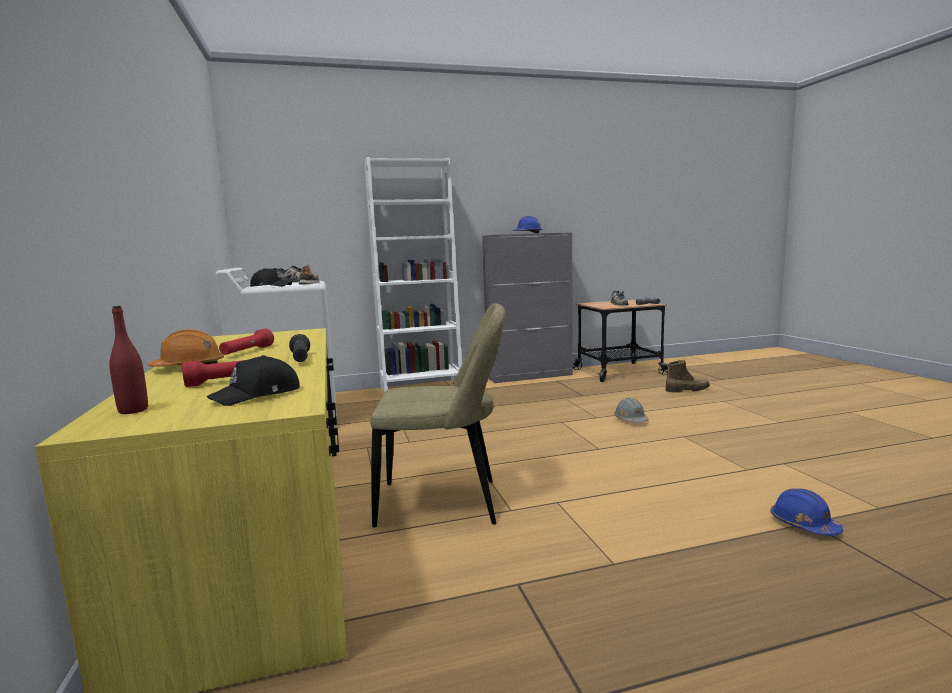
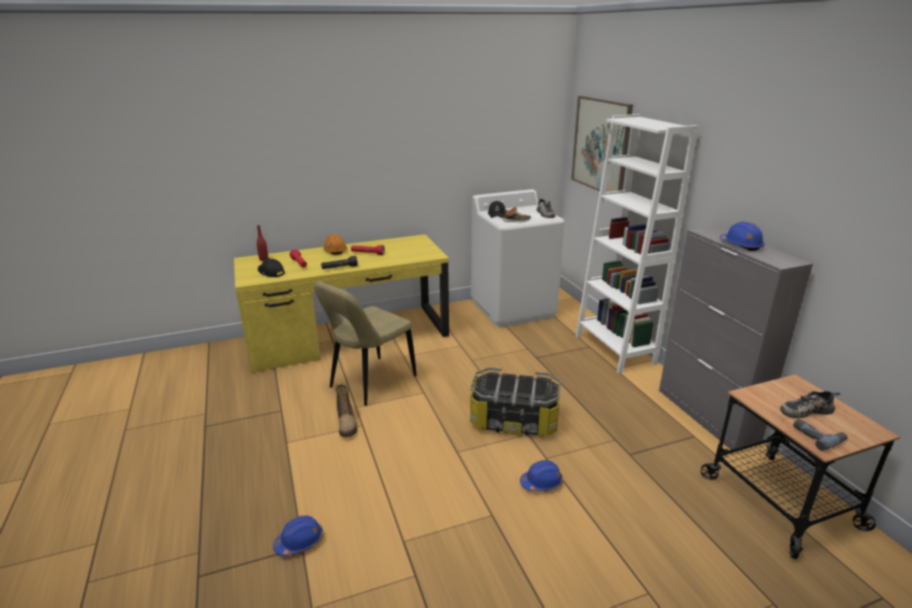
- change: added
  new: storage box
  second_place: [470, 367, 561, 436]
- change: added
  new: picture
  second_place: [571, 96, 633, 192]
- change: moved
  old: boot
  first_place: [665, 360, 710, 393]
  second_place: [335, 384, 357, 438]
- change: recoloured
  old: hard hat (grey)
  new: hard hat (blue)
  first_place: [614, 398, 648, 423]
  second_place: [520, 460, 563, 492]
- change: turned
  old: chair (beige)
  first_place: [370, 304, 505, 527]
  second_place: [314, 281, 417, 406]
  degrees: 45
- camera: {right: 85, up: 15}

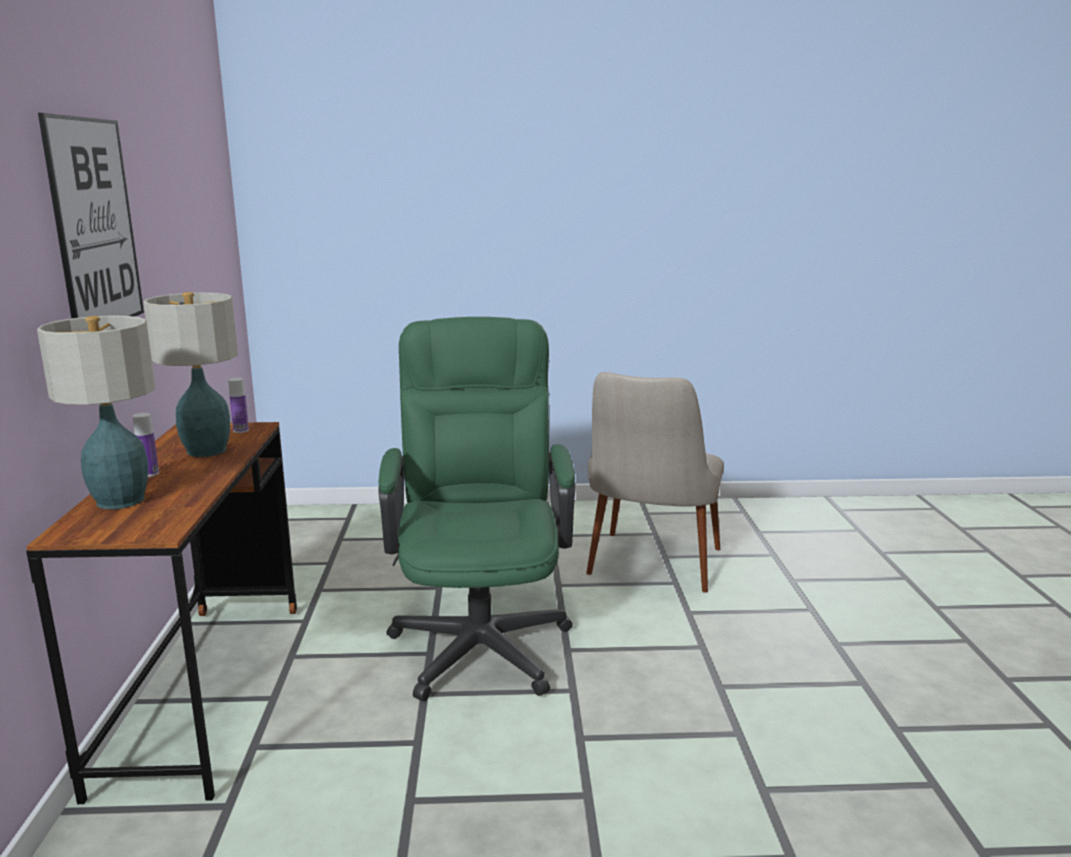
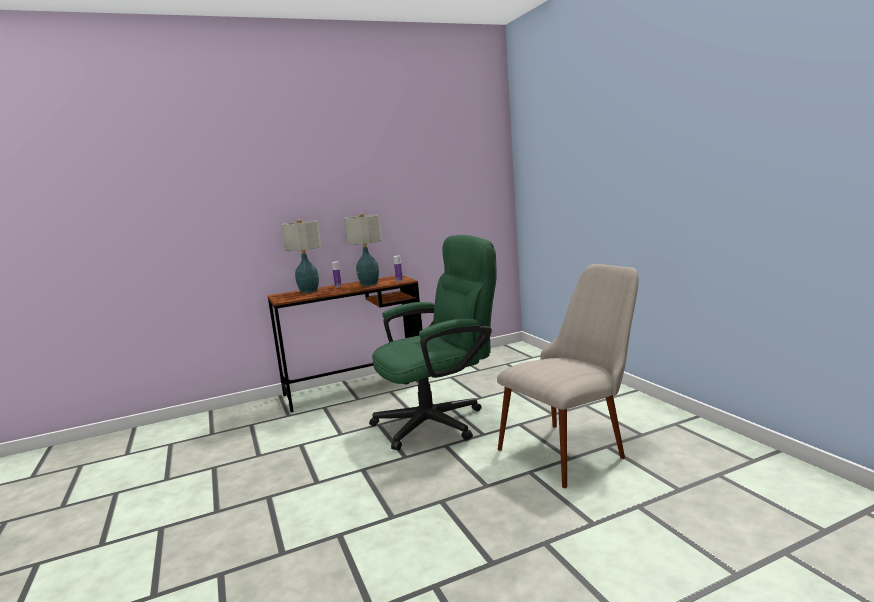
- change: removed
  old: picture
  first_place: [38, 113, 144, 319]
- change: turned
  old: chair (beige)
  first_place: [586, 372, 724, 593]
  second_place: [497, 264, 639, 488]
  degrees: 150
- camera: {right: 70, up: -5}

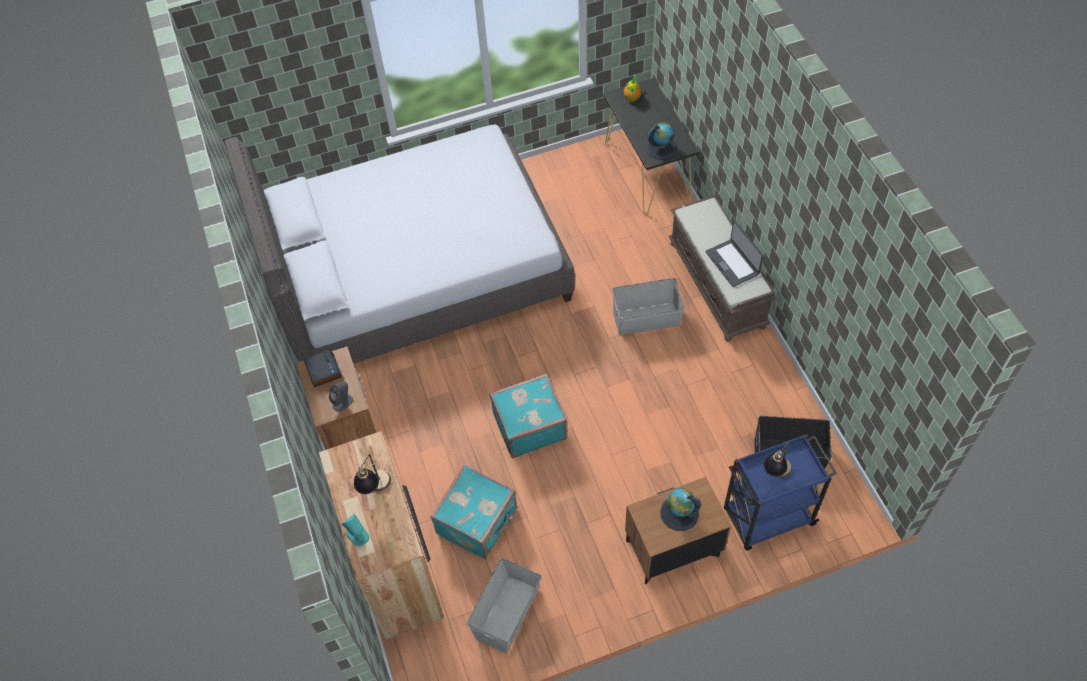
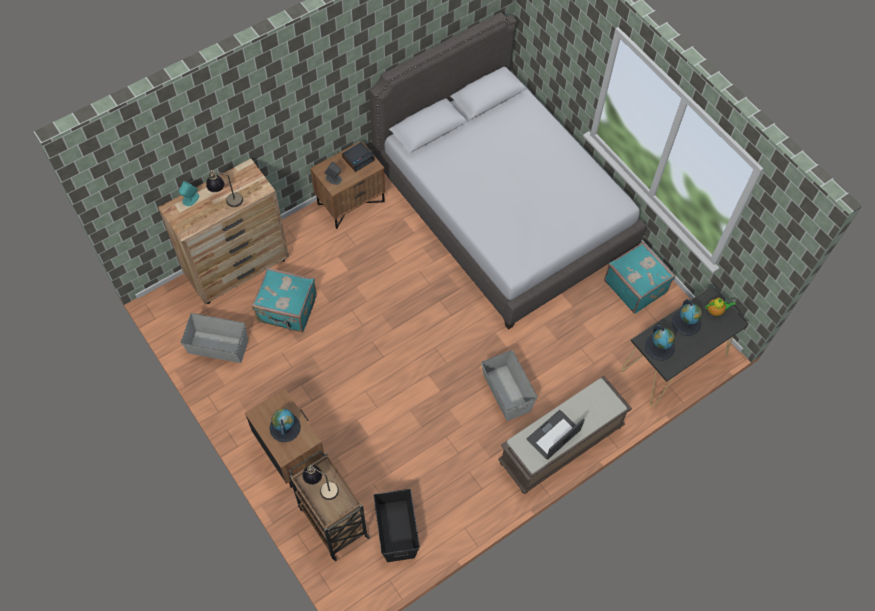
- change: added
  new: globe
  second_place: [672, 299, 702, 336]
- change: moved
  old: suitcase (turquoise)
  first_place: [490, 373, 567, 458]
  second_place: [604, 242, 675, 314]
- change: recoloured
  old: cart (blue)
  new: cart (brown)
  first_place: [724, 434, 836, 550]
  second_place: [289, 450, 370, 561]
- camera: {right: 70, up: 5}

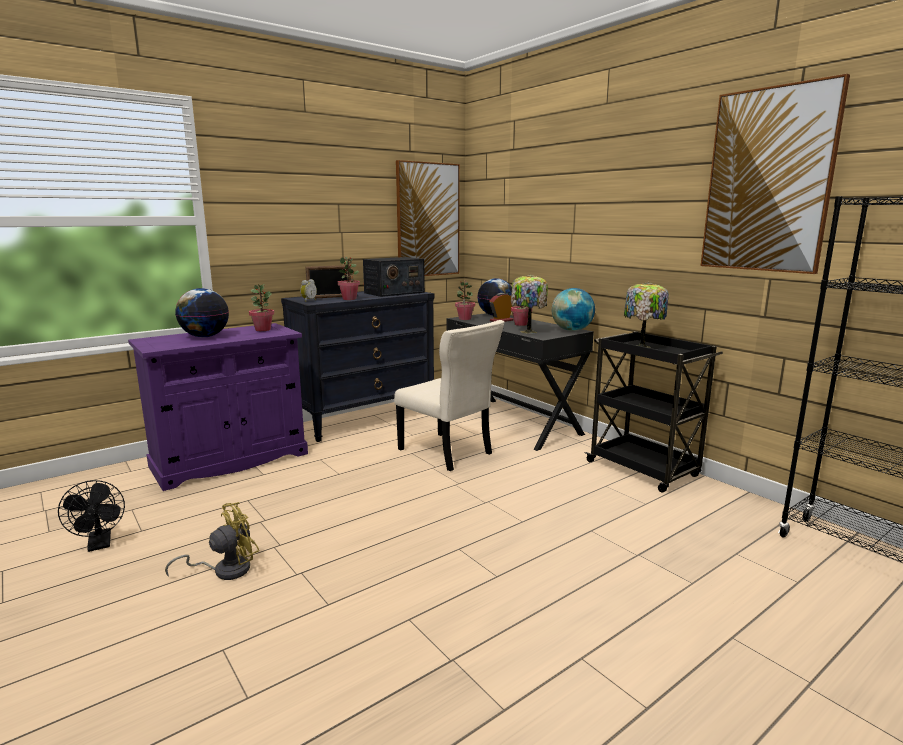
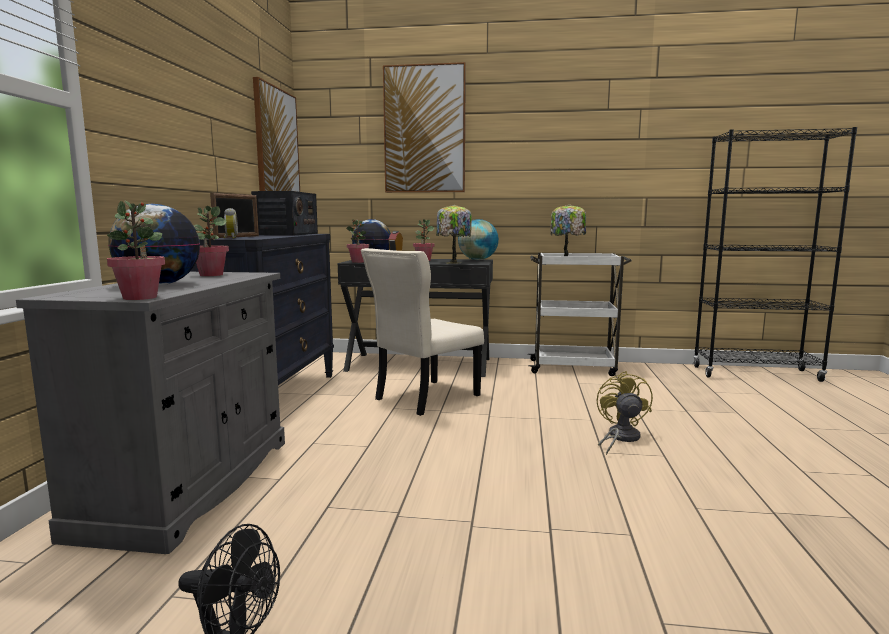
- change: moved
  old: fan (yellow)
  first_place: [165, 502, 259, 580]
  second_place: [597, 371, 653, 455]
- change: moved
  old: potted plant
  first_place: [338, 257, 360, 300]
  second_place: [107, 200, 165, 300]
- change: moved
  old: picture
  first_place: [701, 74, 850, 274]
  second_place: [383, 62, 466, 193]
- change: recoloured
  old: cabinet (purple)
  new: cabinet (grey)
  first_place: [128, 323, 308, 491]
  second_place: [16, 272, 285, 554]
- change: recoloured
  old: cart (black)
  new: cart (white)
  first_place: [585, 331, 723, 493]
  second_place: [528, 253, 632, 376]
- change: turned
  old: chair (beige)
  first_place: [394, 320, 504, 471]
  second_place: [361, 248, 484, 416]
  degrees: 135
- camera: {right: -45, up: -5}

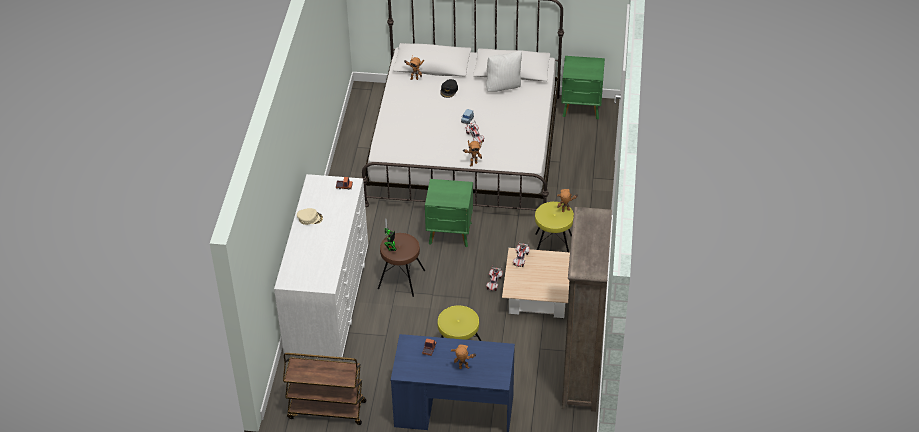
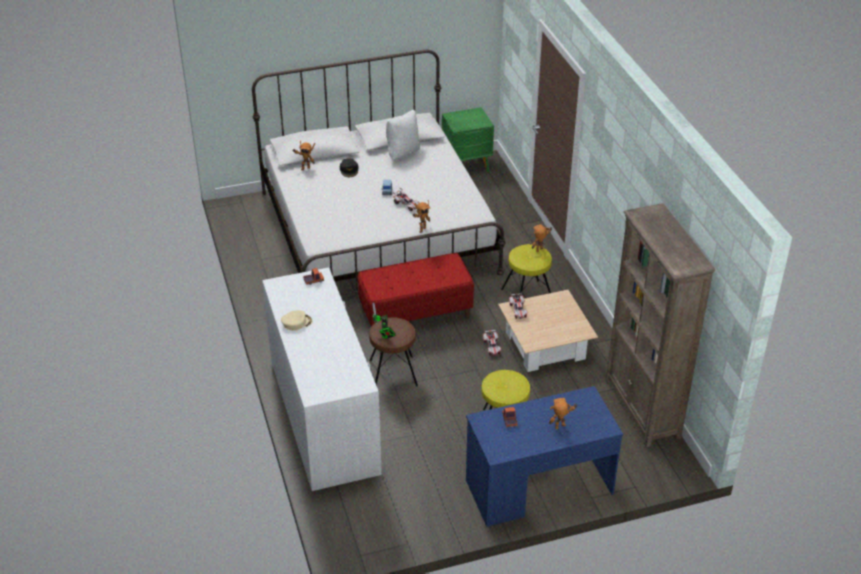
- change: removed
  old: cart (brown)
  first_place: [283, 353, 366, 425]
- change: replaced
  old: nightstand (green)
  new: bench (red)
  first_place: [425, 179, 473, 247]
  second_place: [358, 253, 474, 327]
- camera: {right: -25, up: -5}

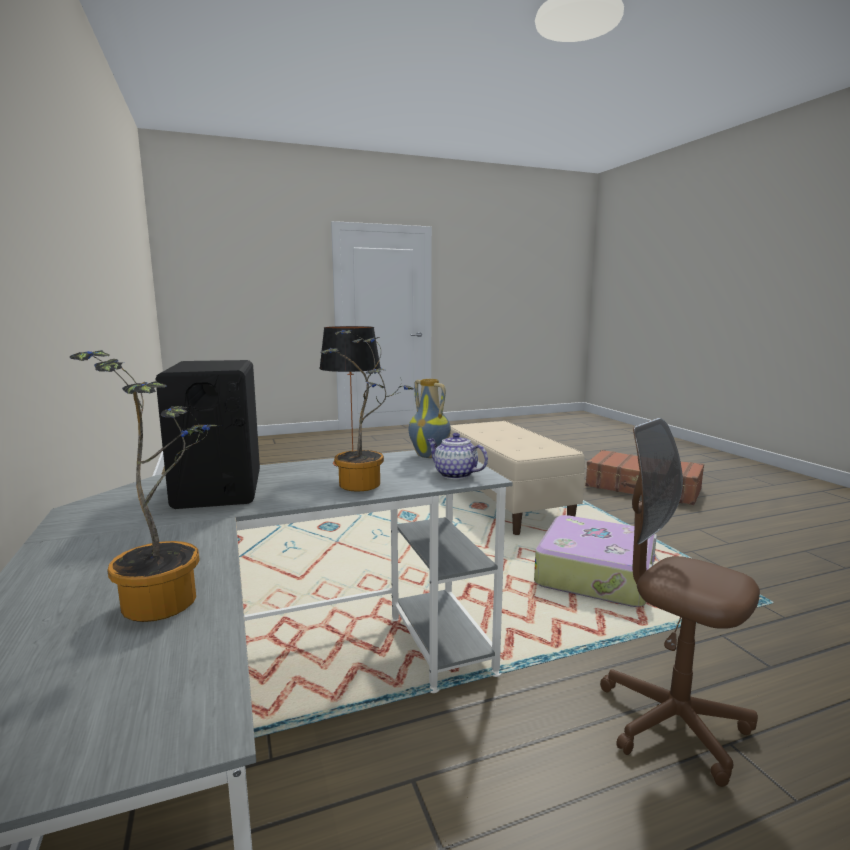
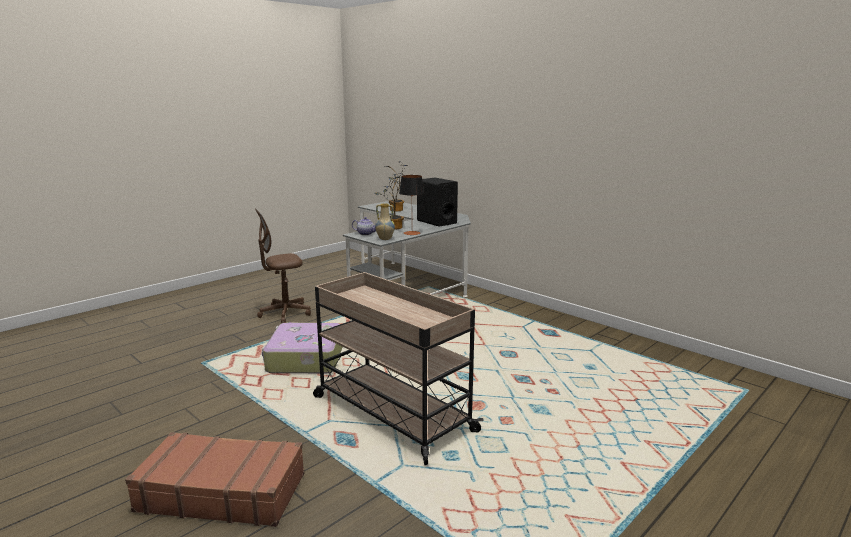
- change: replaced
  old: bench (beige)
  new: cart (beige)
  first_place: [449, 421, 585, 535]
  second_place: [313, 272, 483, 465]
- change: turned
  old: office chair (brown)
  first_place: [600, 418, 760, 787]
  second_place: [255, 208, 311, 323]
  degrees: 135
- camera: {right: 155, up: 5}

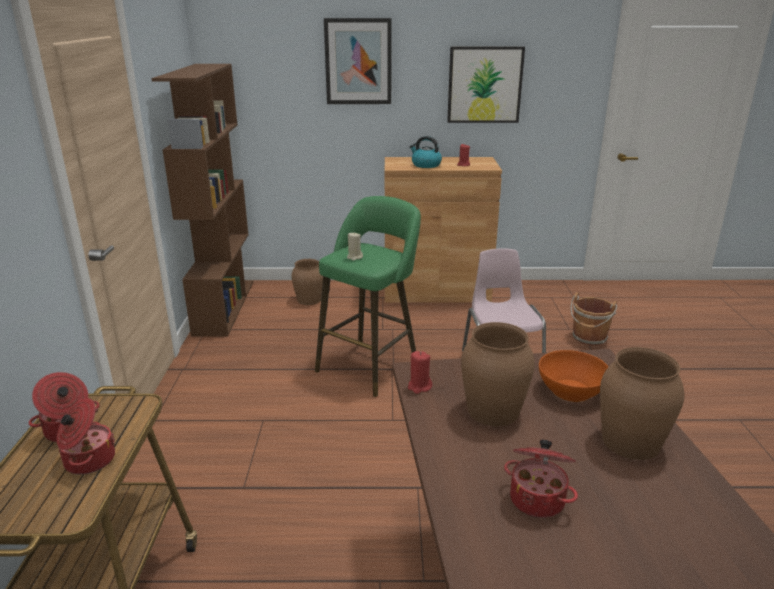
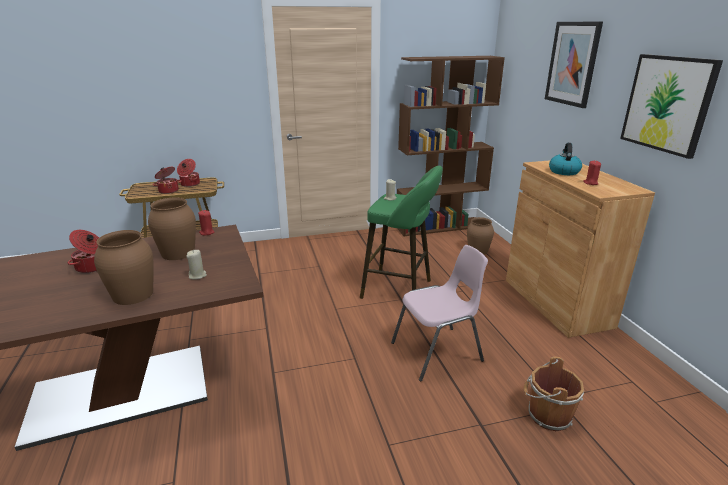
- change: replaced
  old: bowl (orange)
  new: candle (beige)
  first_place: [539, 350, 609, 402]
  second_place: [186, 250, 207, 280]
- camera: {right: 75, up: 0}

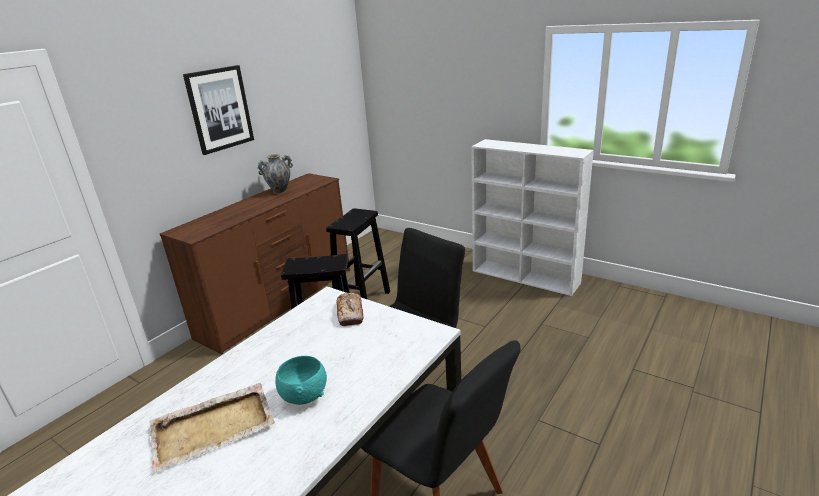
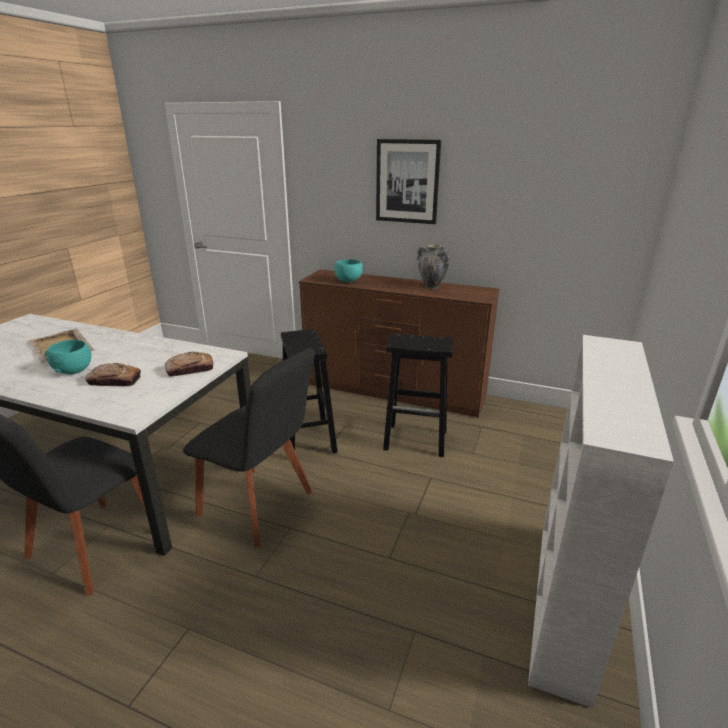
- change: added
  new: bread
  second_place: [85, 363, 141, 387]
- change: added
  new: bowl (turquoise)
  second_place: [334, 259, 363, 282]
- camera: {right: 75, up: 0}

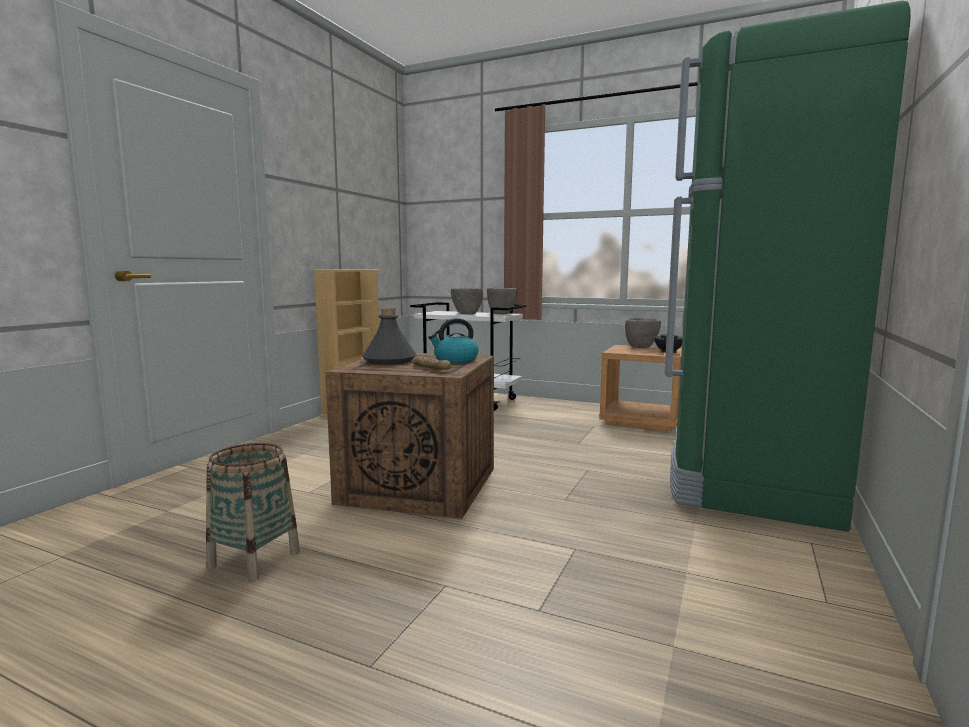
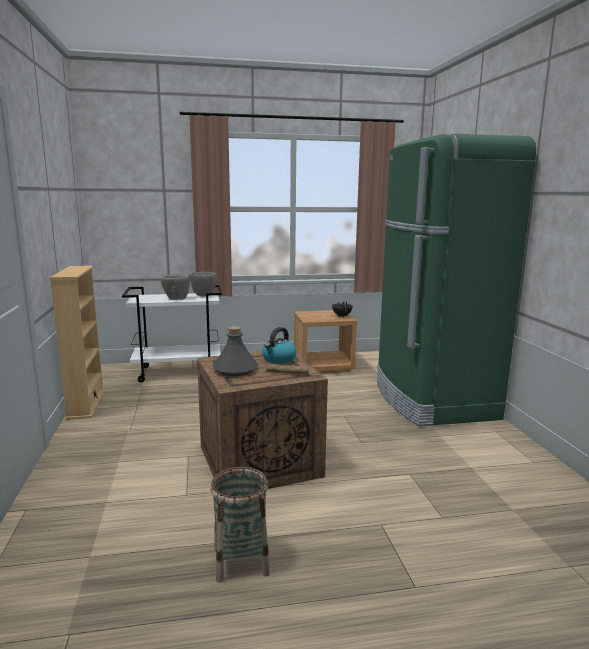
- change: removed
  old: bowl (grey)
  first_place: [625, 318, 661, 348]
- camera: {right: -35, up: 5}

